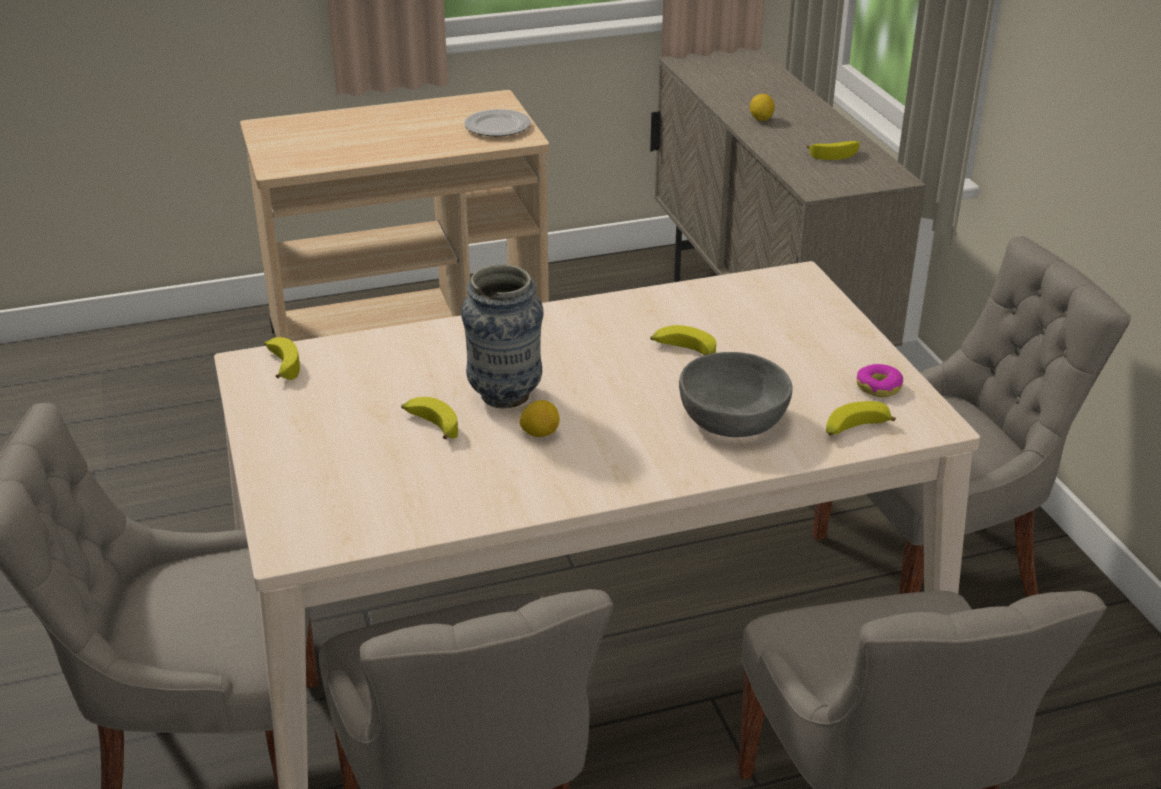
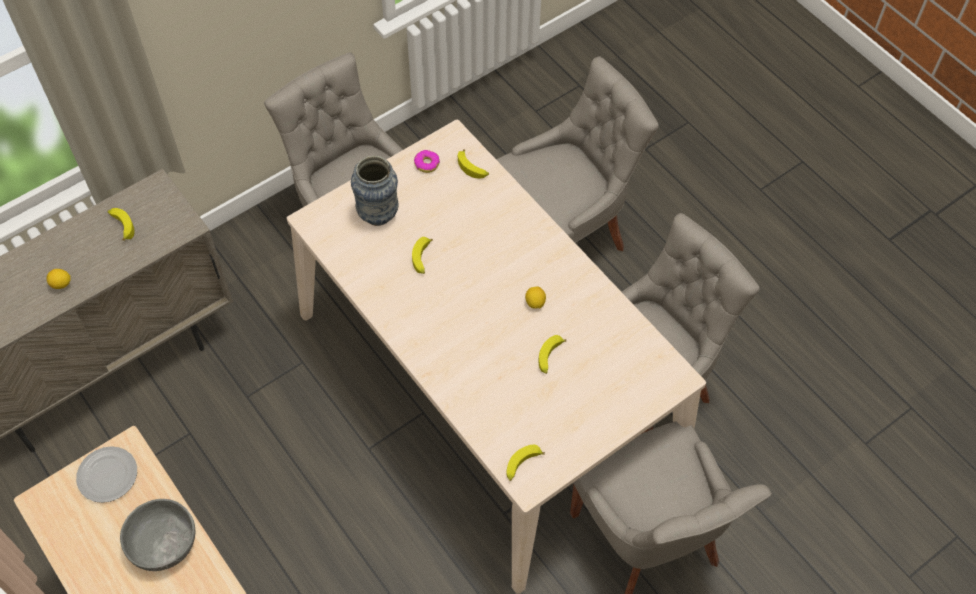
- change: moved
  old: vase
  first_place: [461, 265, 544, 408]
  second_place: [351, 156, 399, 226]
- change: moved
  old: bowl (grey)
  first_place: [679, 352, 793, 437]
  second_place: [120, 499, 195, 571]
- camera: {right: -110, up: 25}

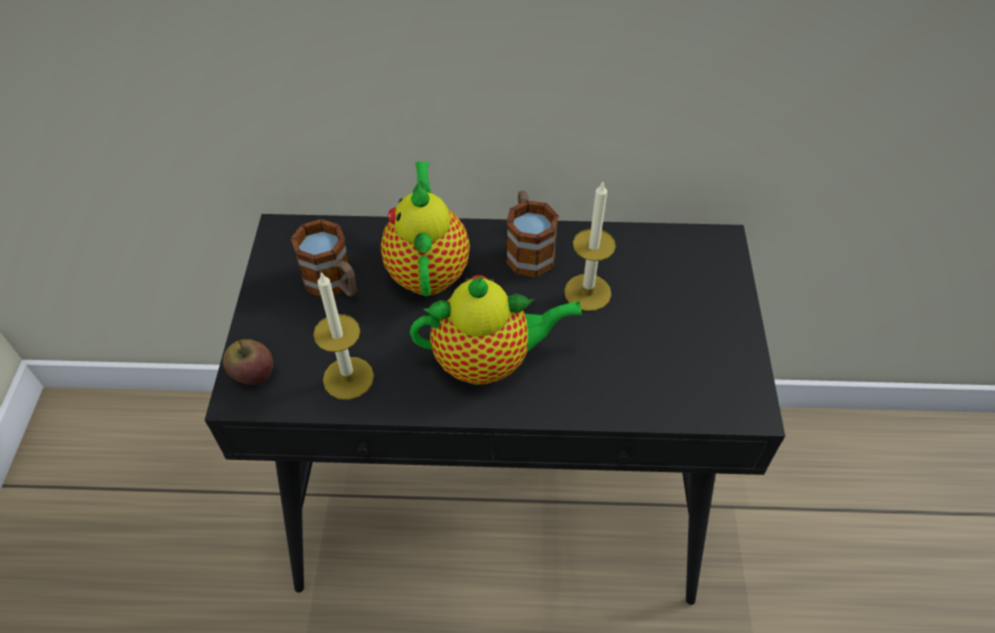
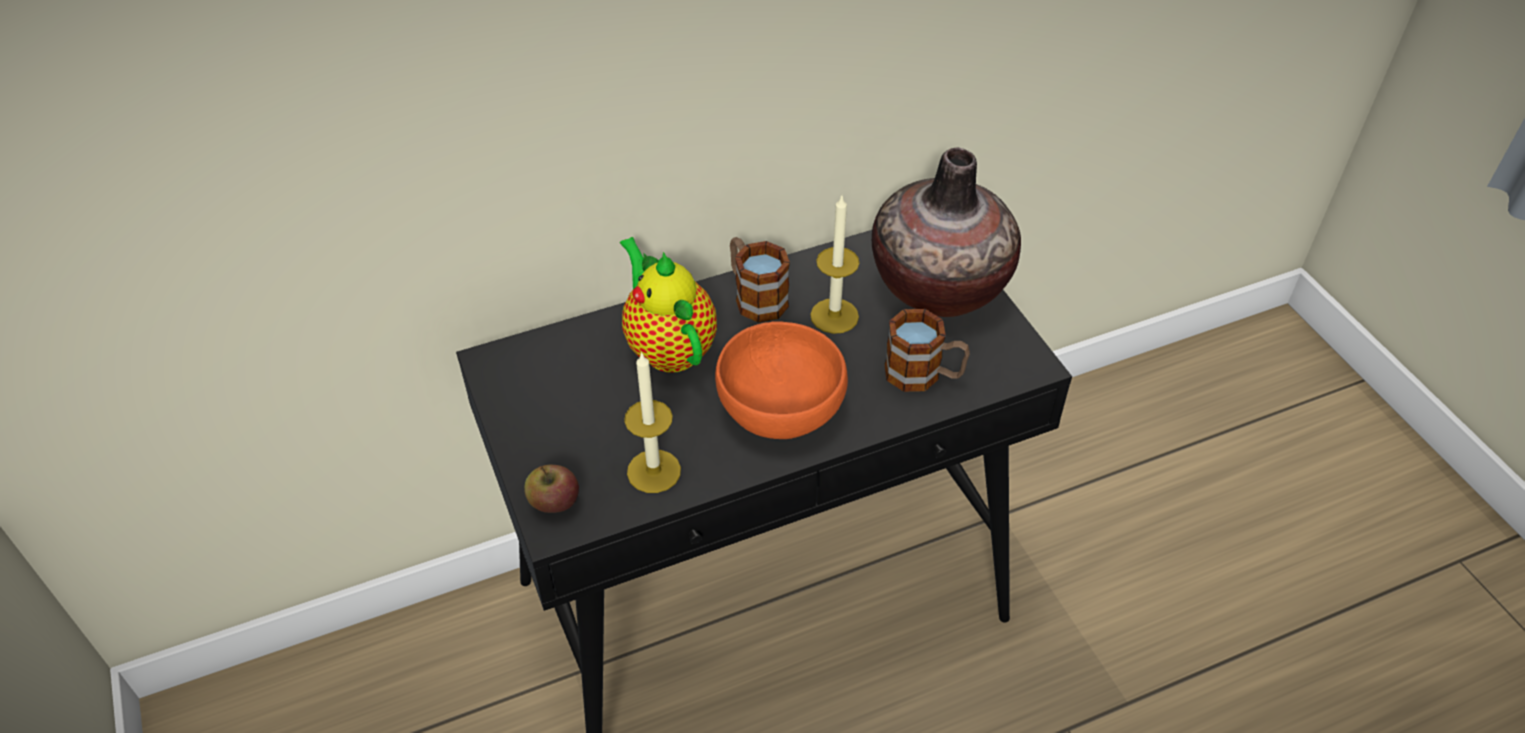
- change: added
  new: vase
  second_place: [872, 147, 1021, 317]
- change: moved
  old: mug
  first_place: [291, 219, 357, 297]
  second_place: [884, 309, 970, 392]
- change: replaced
  old: teapot
  new: bowl (orange)
  first_place: [410, 275, 582, 385]
  second_place: [715, 321, 848, 439]
- camera: {right: -25, up: -5}

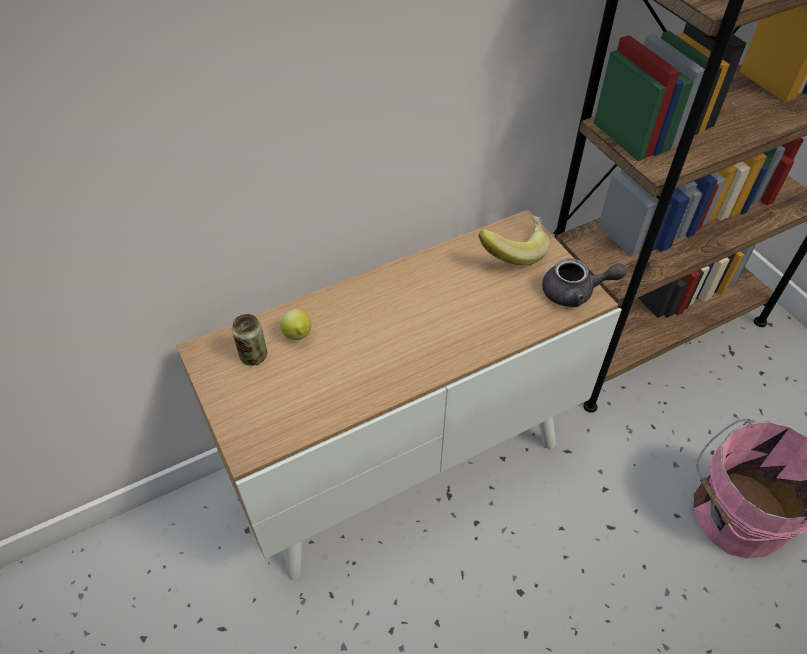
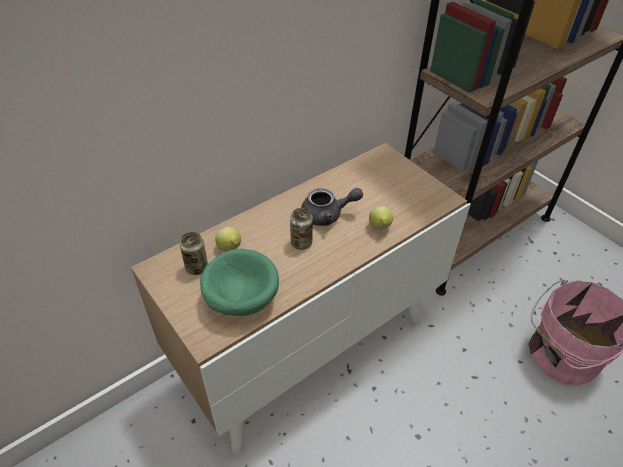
- change: removed
  old: banana
  first_place: [479, 216, 550, 265]
- change: added
  new: bowl (green)
  second_place: [200, 249, 279, 316]
- change: added
  new: can
  second_place: [290, 208, 313, 250]
- change: added
  new: lemon
  second_place: [369, 206, 393, 230]
- change: moved
  old: teapot (grey)
  first_place: [542, 258, 627, 307]
  second_place: [301, 188, 363, 226]
- camera: {right: -10, up: -5}

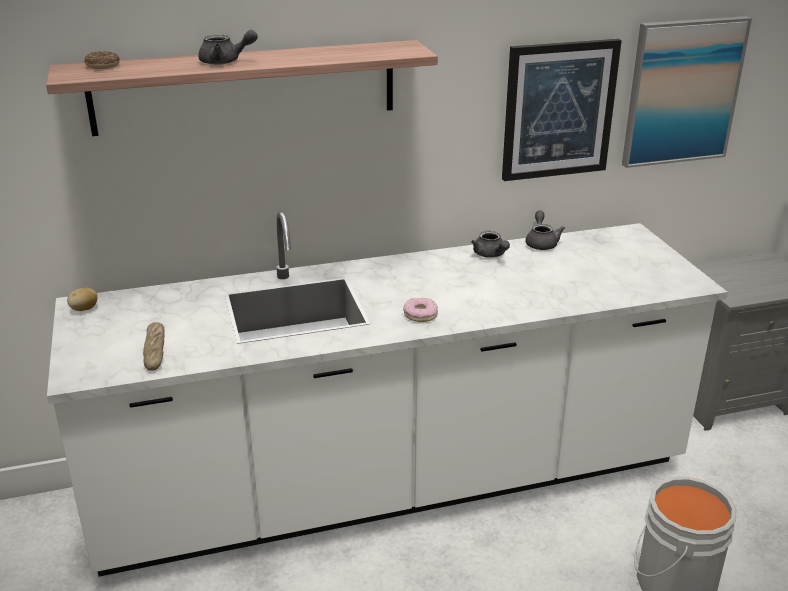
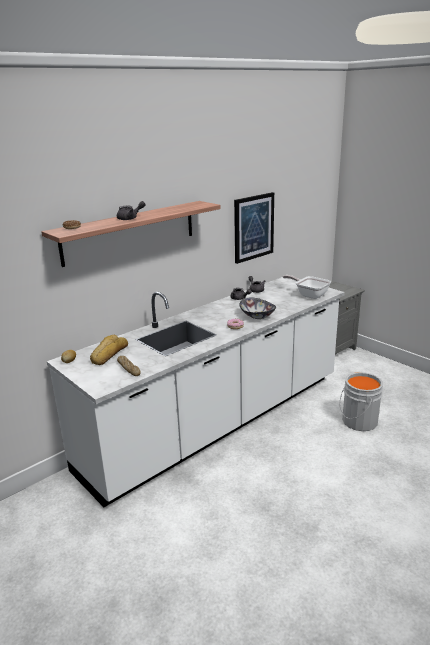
- change: removed
  old: picture
  first_place: [622, 16, 752, 168]
- change: added
  new: bread
  second_place: [90, 335, 128, 365]
- change: added
  new: bowl
  second_place: [239, 298, 276, 319]
- change: added
  new: frying pan
  second_place: [283, 275, 331, 299]
- camera: {right: -25, up: -5}

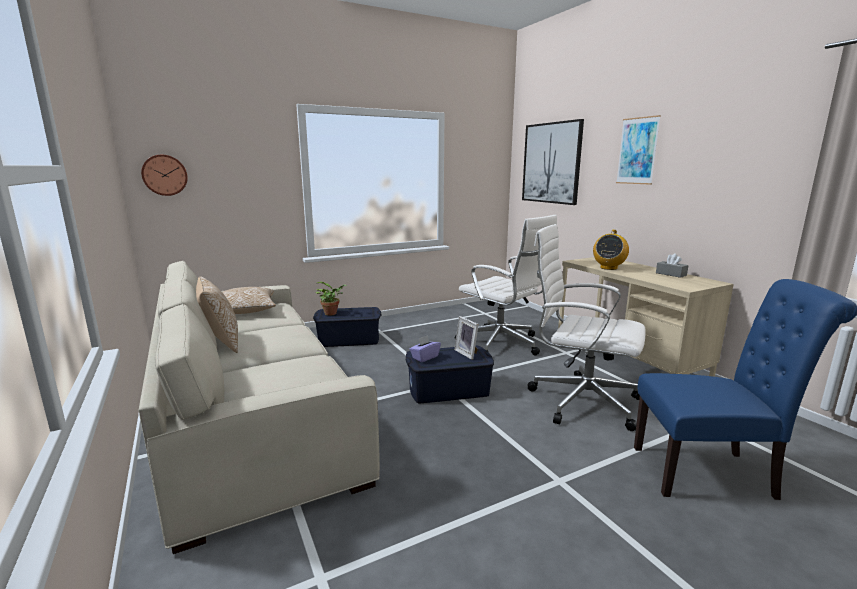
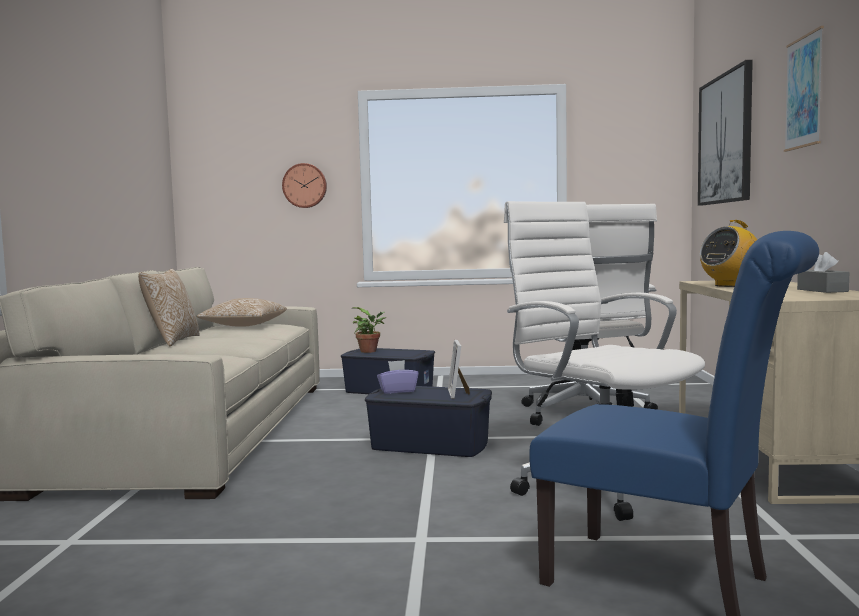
- change: moved
  old: wall clock
  first_place: [141, 155, 188, 196]
  second_place: [282, 163, 327, 208]
- camera: {right: 30, up: -10}

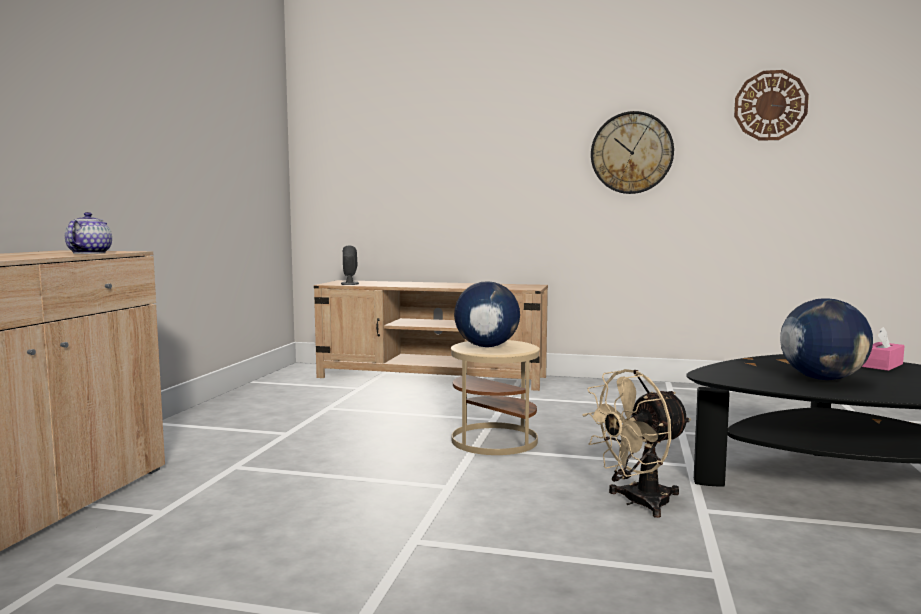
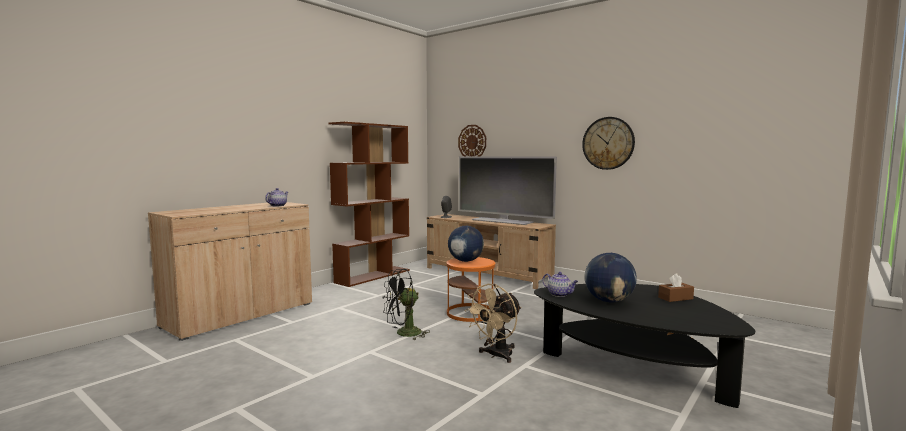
- change: added
  new: bookcase (brown)
  second_place: [328, 122, 410, 287]
- change: added
  new: fan (black)
  second_place: [382, 269, 429, 341]
- change: added
  new: television
  second_place: [459, 157, 557, 225]
- change: added
  new: teapot
  second_place: [543, 272, 578, 297]
- change: moved
  old: wall clock
  first_place: [734, 70, 809, 141]
  second_place: [458, 125, 486, 157]
- change: recoloured
  old: side table (beige)
  new: side table (orange)
  first_place: [451, 340, 540, 455]
  second_place: [446, 257, 495, 322]
- change: recoloured
  old: tissue box (pink)
  new: tissue box (brown)
  first_place: [862, 327, 905, 371]
  second_place: [658, 273, 694, 302]
- change: turned
  old: fan (beige)
  first_place: [582, 369, 691, 518]
  second_place: [464, 284, 521, 363]
  degrees: -45
- camera: {right: 25, up: 0}

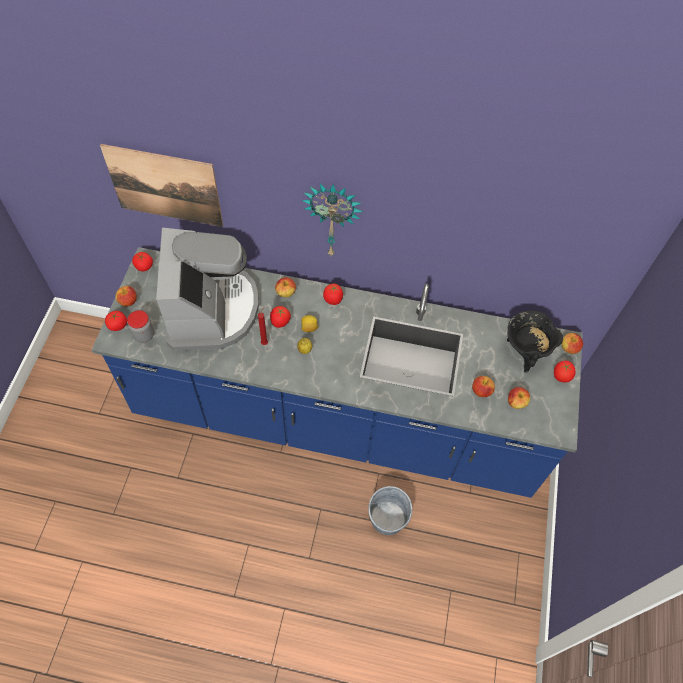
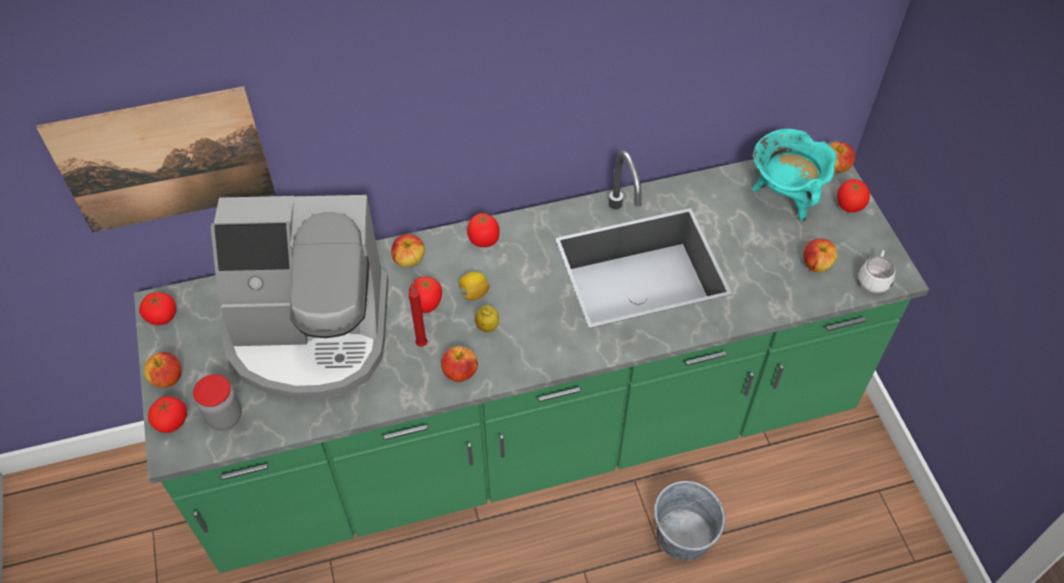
- change: removed
  old: wall clock
  first_place: [301, 183, 363, 255]
- change: added
  new: mug (white)
  second_place: [858, 250, 896, 293]
- change: moved
  old: apple
  first_place: [472, 376, 495, 397]
  second_place: [441, 346, 478, 382]
- change: recoloured
  old: counter (blue)
  new: counter (green)
  first_place: [91, 247, 583, 498]
  second_place: [134, 141, 929, 573]
- change: recoloured
  old: cooking pot (black)
  new: cooking pot (turquoise)
  first_place: [507, 310, 563, 373]
  second_place: [752, 129, 837, 222]
- change: turned
  old: coffee machine
  first_place: [156, 228, 259, 351]
  second_place: [211, 195, 388, 400]
  degrees: 120
- camera: {right: -25, up: -5}

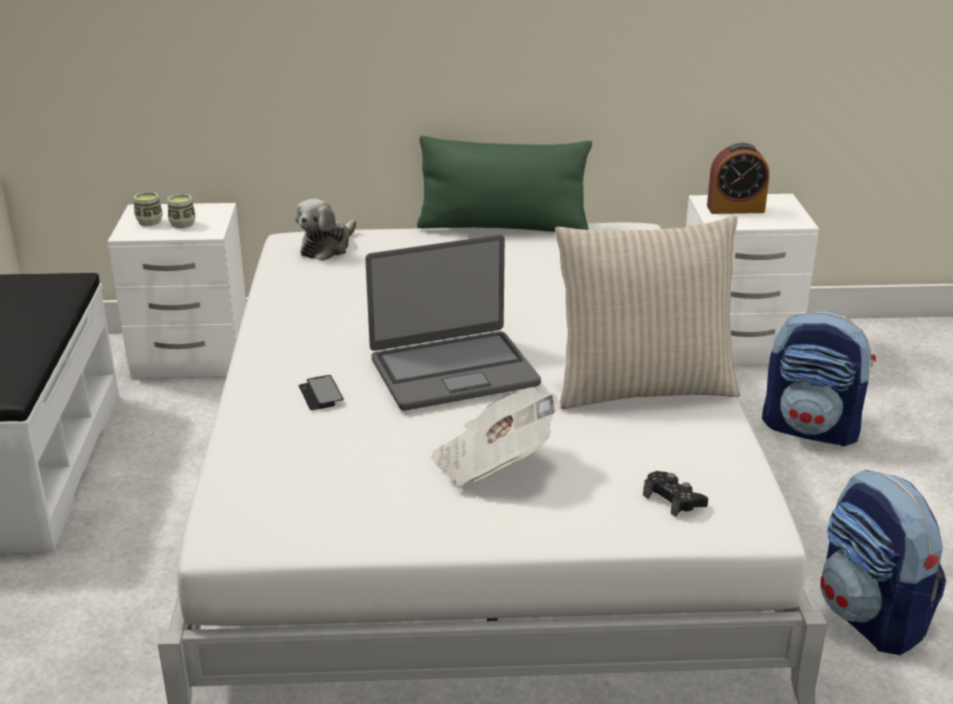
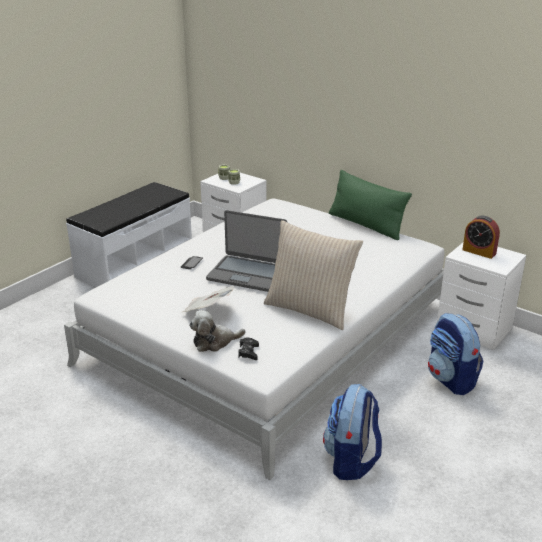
- change: moved
  old: plush toy
  first_place: [295, 199, 356, 261]
  second_place: [189, 310, 246, 352]
- camera: {right: 40, up: 0}

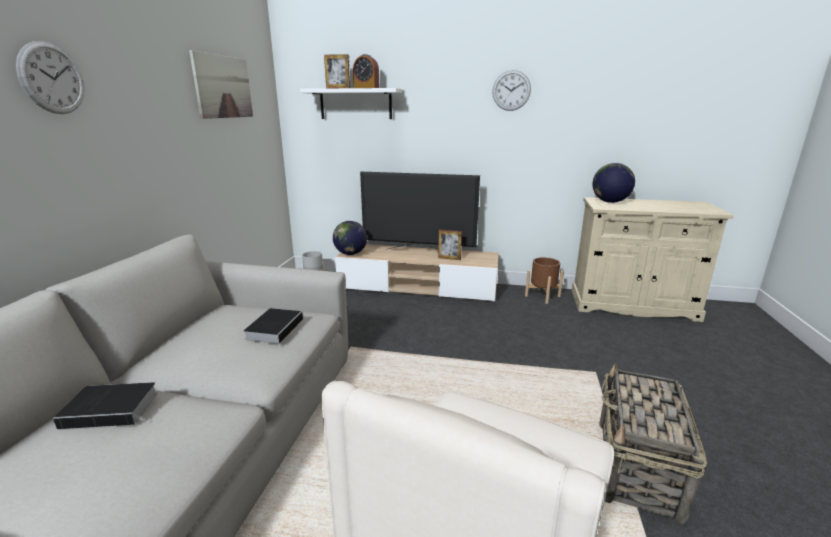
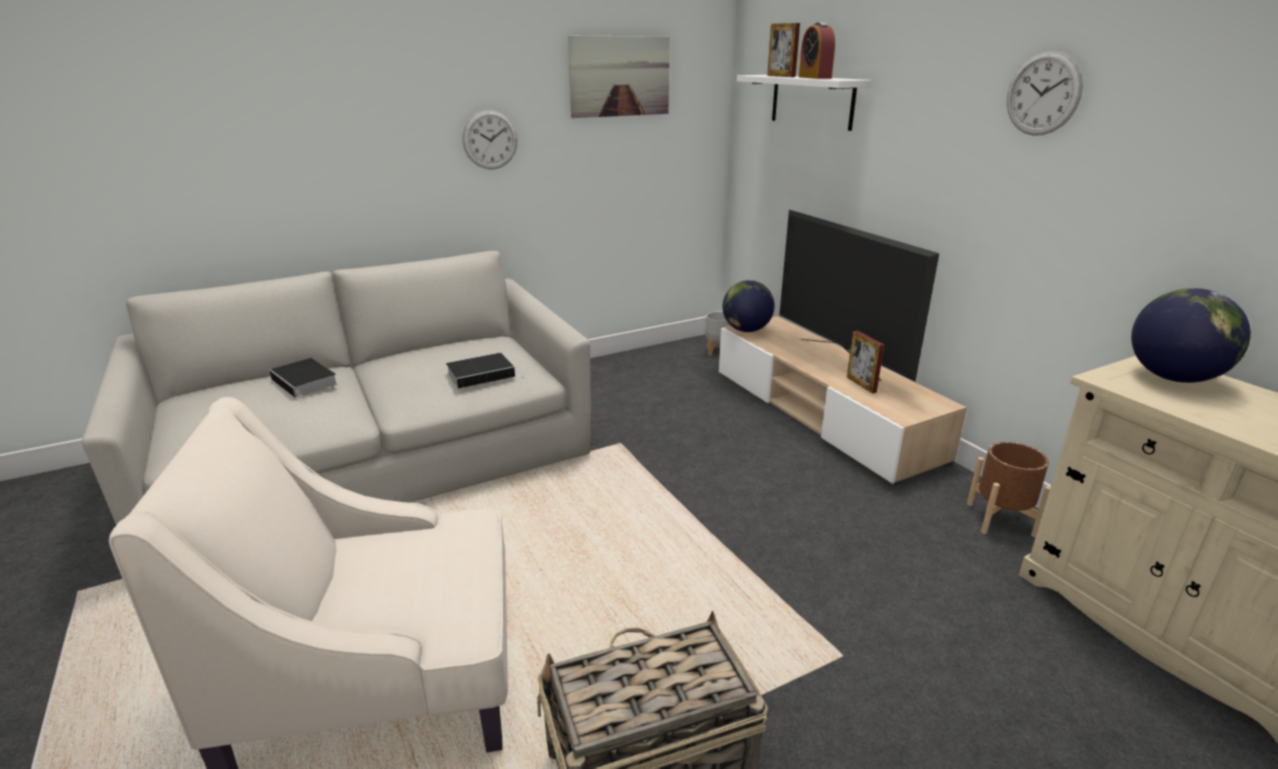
- change: moved
  old: wall clock
  first_place: [16, 41, 84, 114]
  second_place: [463, 110, 517, 169]
- camera: {right: 50, up: 5}

